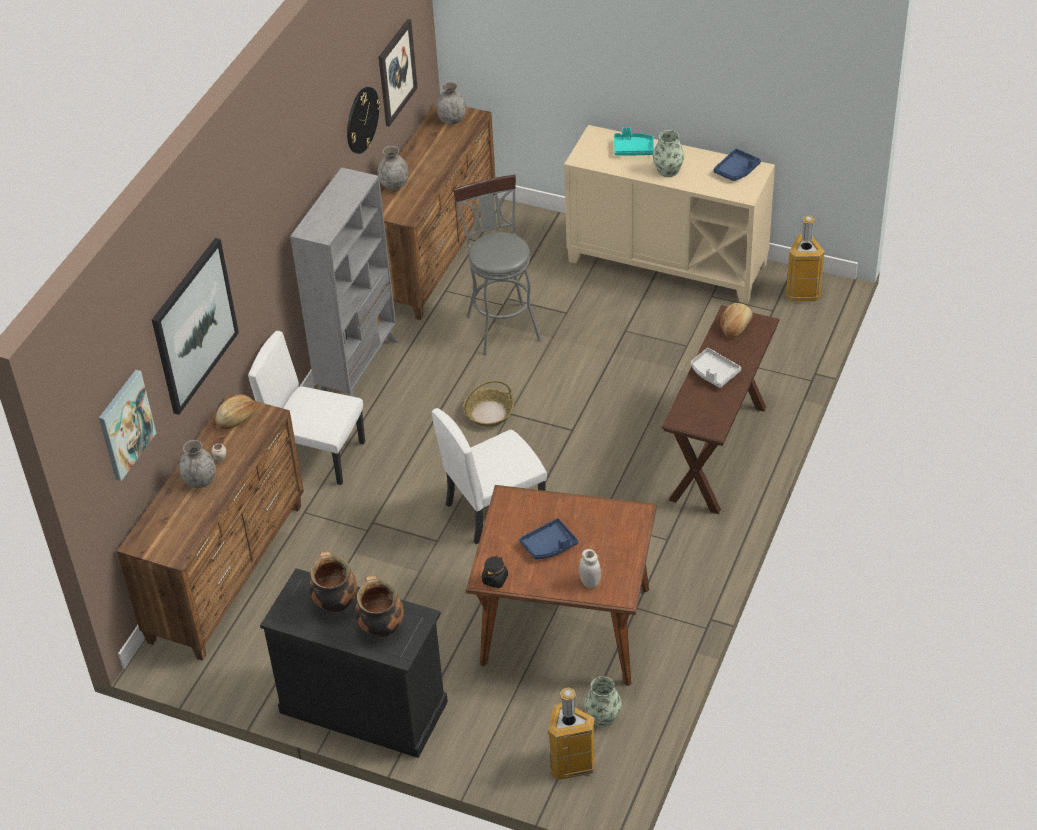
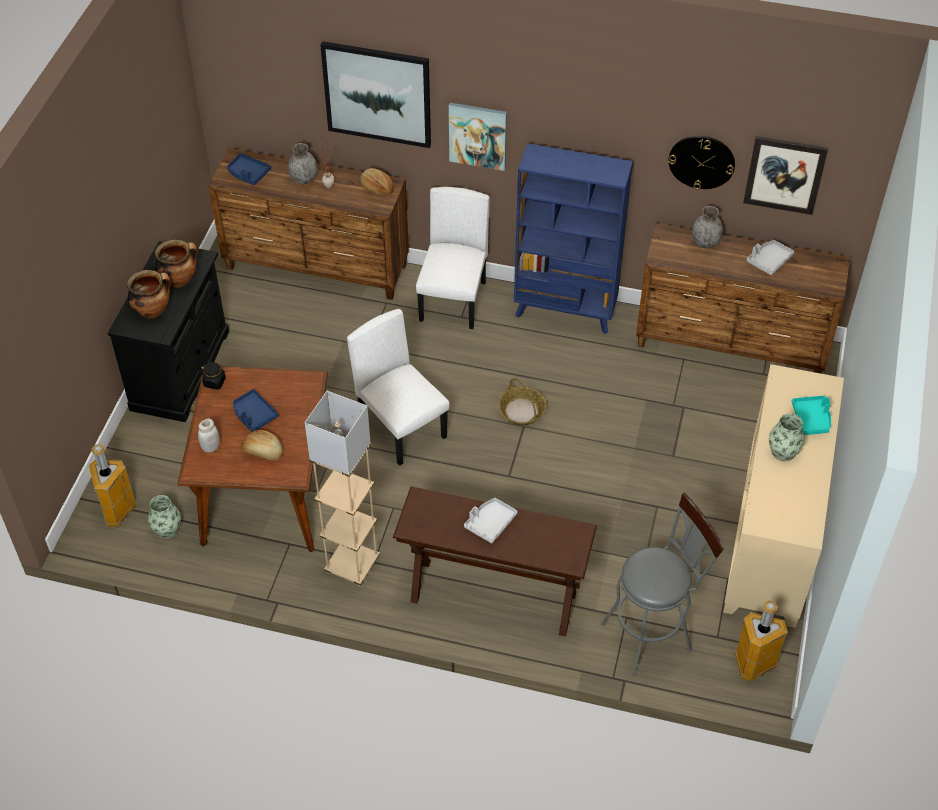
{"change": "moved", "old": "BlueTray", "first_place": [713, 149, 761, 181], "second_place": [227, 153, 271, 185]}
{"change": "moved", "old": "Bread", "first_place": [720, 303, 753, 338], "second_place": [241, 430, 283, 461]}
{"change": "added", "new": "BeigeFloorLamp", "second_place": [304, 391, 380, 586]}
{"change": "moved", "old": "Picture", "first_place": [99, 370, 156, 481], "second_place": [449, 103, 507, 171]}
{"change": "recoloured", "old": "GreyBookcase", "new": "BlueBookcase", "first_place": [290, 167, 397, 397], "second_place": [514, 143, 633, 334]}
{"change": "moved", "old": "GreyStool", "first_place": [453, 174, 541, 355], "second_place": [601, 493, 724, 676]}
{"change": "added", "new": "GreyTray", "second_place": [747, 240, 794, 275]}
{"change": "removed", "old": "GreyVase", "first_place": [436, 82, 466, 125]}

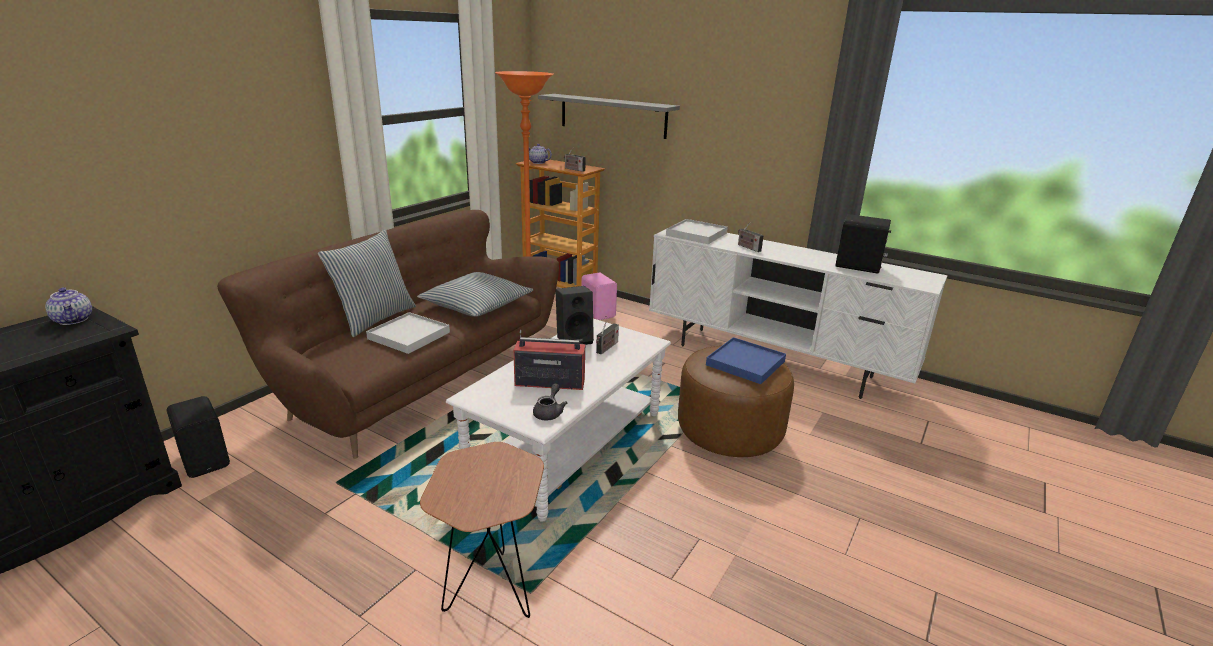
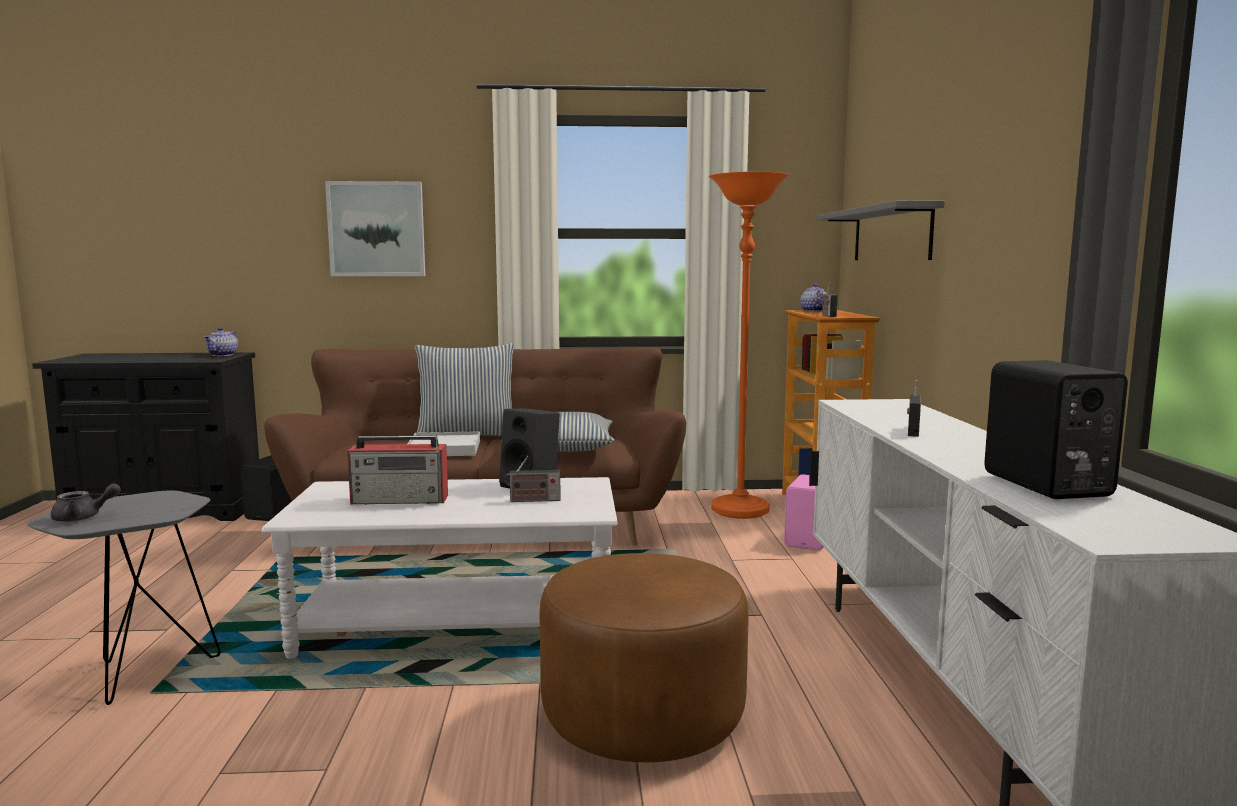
{"change": "recoloured", "old": "BrownSideTable", "new": "GreySideTable", "first_place": [420, 442, 544, 618], "second_place": [27, 490, 221, 705]}
{"change": "moved", "old": "GreyTeapot", "first_place": [533, 383, 567, 421], "second_place": [51, 483, 121, 522]}
{"change": "added", "new": "Picture", "second_place": [325, 181, 425, 276]}
{"change": "turned", "old": "Radio", "first_place": [513, 330, 585, 390], "second_place": [347, 435, 448, 505], "degrees": 120}
{"change": "removed", "old": "WhiteTray", "first_place": [666, 219, 728, 244]}
{"change": "removed", "old": "BlueTray", "first_place": [706, 337, 786, 384]}

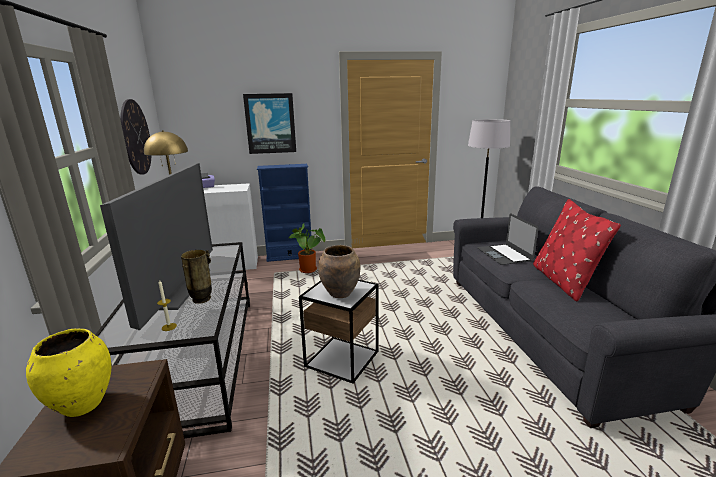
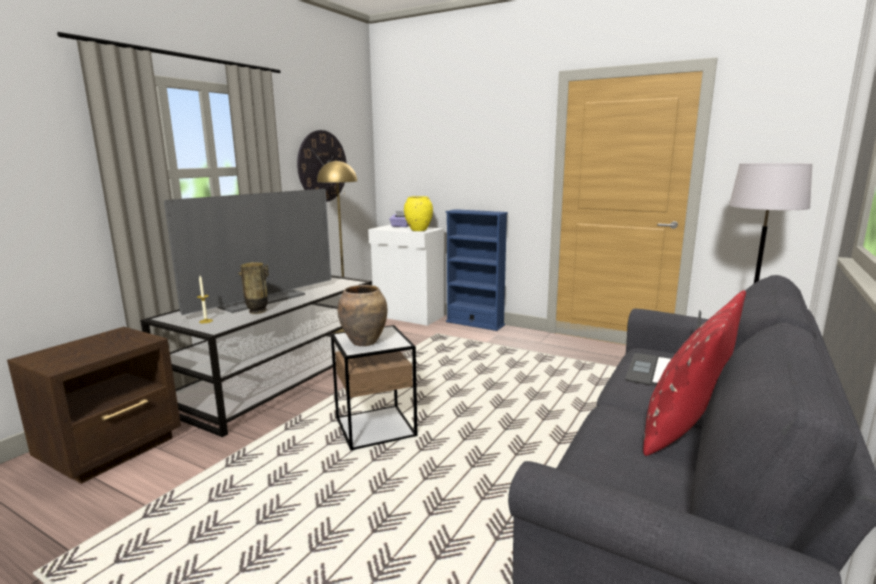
{"change": "moved", "old": "YellowVase", "first_place": [26, 328, 111, 417], "second_place": [404, 196, 433, 231]}
{"change": "removed", "old": "Picture", "first_place": [243, 93, 296, 154]}
{"change": "removed", "old": "PottedPlant", "first_place": [289, 224, 326, 273]}

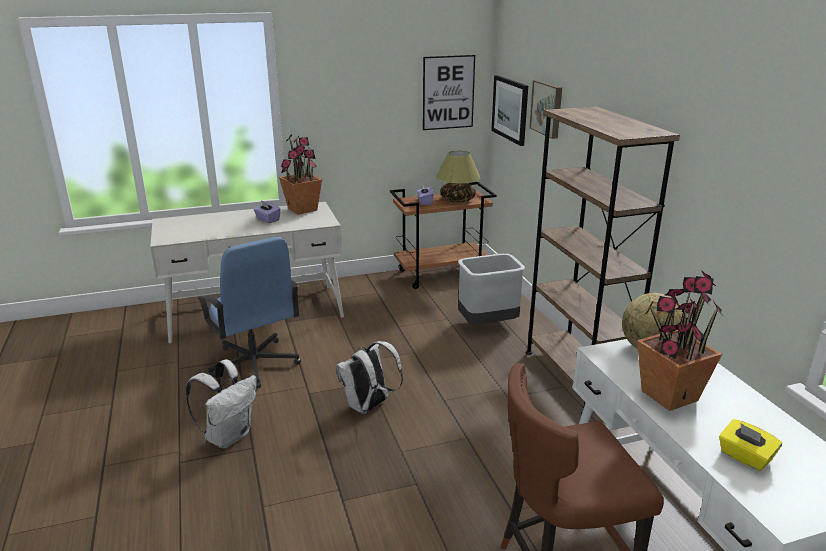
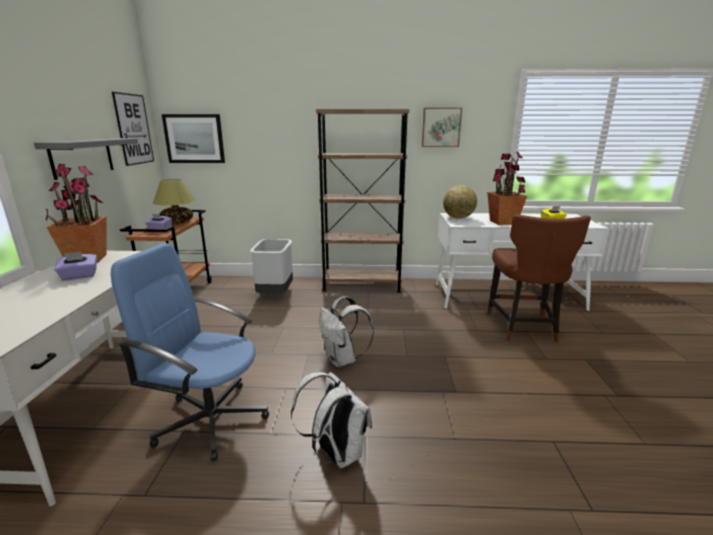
{"change": "added", "new": "GreyShelf", "second_place": [34, 138, 138, 180]}
{"change": "turned", "old": "BlueOfficeChair", "first_place": [198, 237, 301, 388], "second_place": [111, 243, 269, 461], "degrees": -150}
{"change": "moved", "old": "Picture", "first_place": [529, 80, 562, 139], "second_place": [422, 108, 462, 147]}

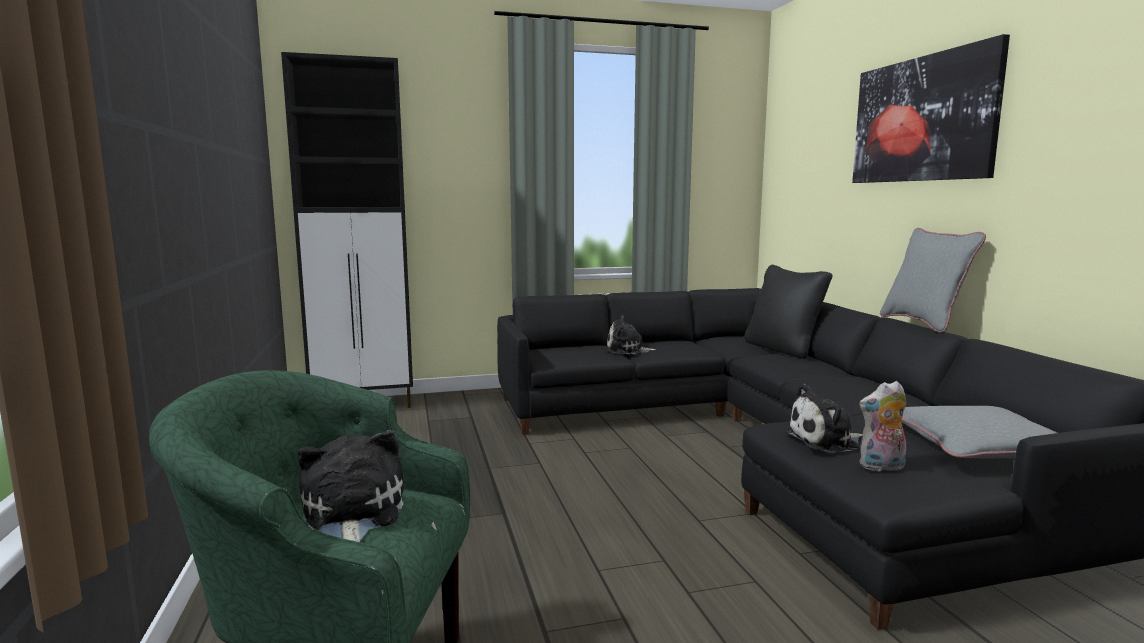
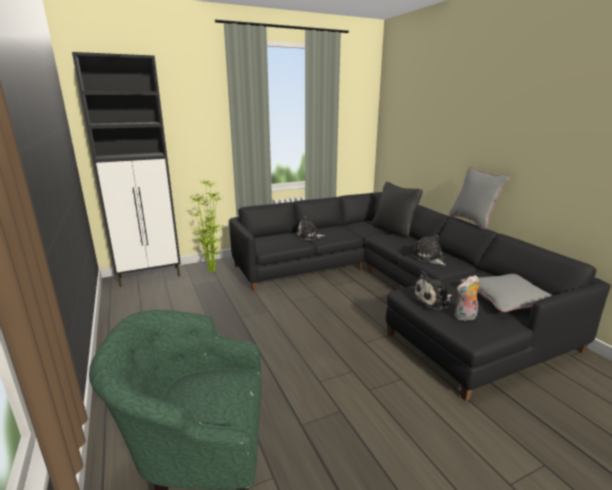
{"change": "added", "new": "PottedPlant", "second_place": [189, 179, 223, 273]}
{"change": "moved", "old": "PlushToy", "first_place": [297, 430, 404, 542], "second_place": [413, 235, 446, 266]}
{"change": "removed", "old": "Picture", "first_place": [852, 34, 1010, 183]}

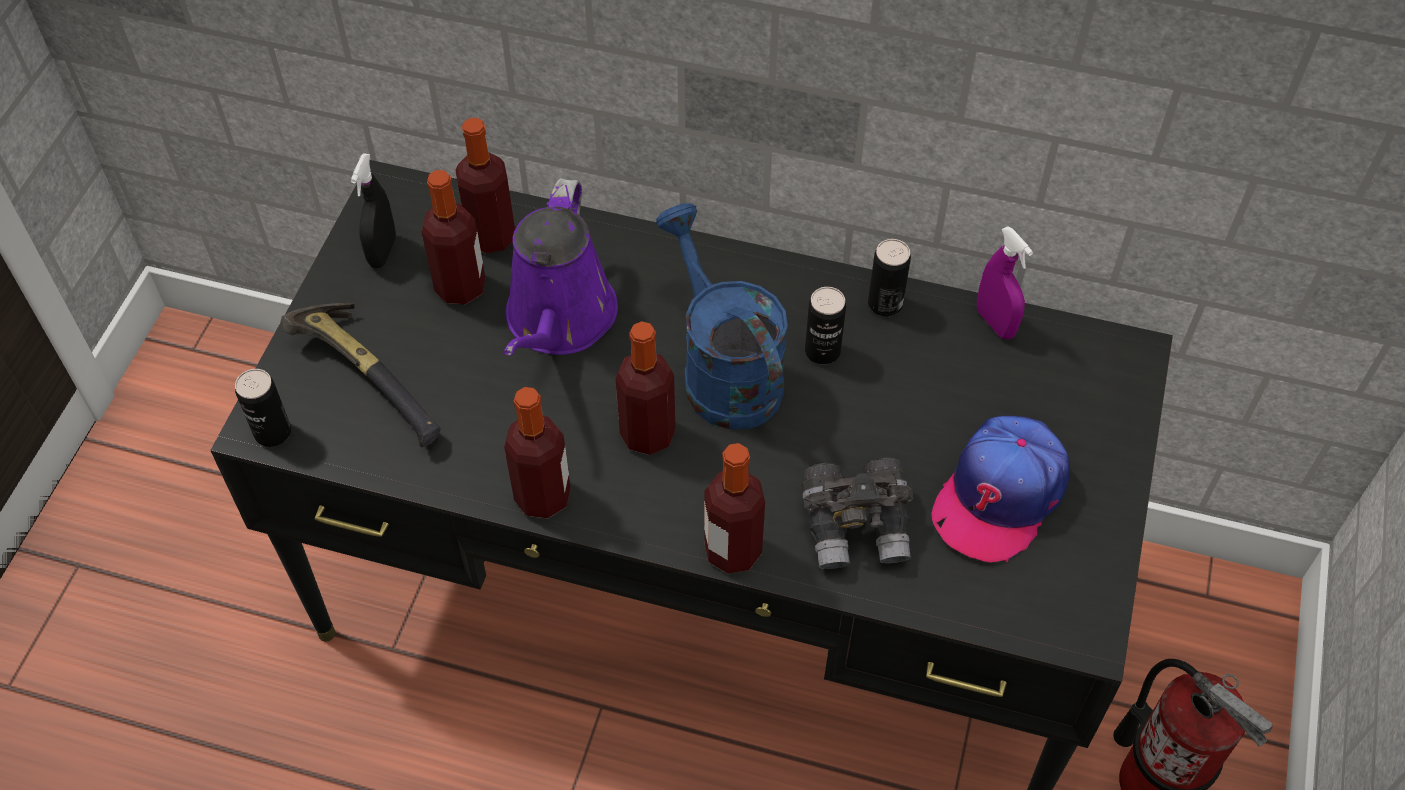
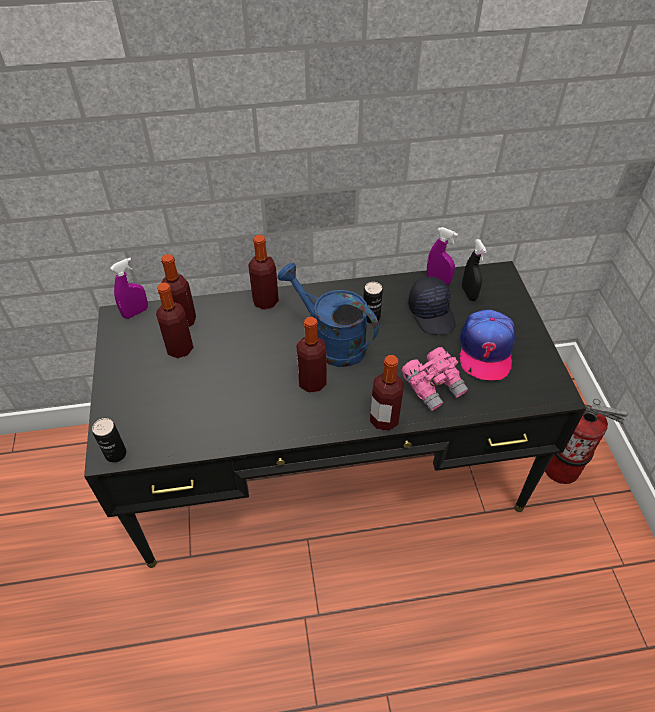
{"change": "added", "new": "PurpleSprayBottle", "second_place": [110, 258, 148, 319]}
{"change": "moved", "old": "Bottle", "first_place": [504, 387, 571, 518], "second_place": [248, 235, 279, 310]}
{"change": "recoloured", "old": "GreyBinoculars", "new": "PinkBinoculars", "first_place": [802, 457, 914, 569], "second_place": [401, 347, 468, 411]}
{"change": "added", "new": "BlackCap", "second_place": [408, 277, 456, 335]}
{"change": "moved", "old": "BlackSprayBottle", "first_place": [351, 153, 396, 268], "second_place": [462, 239, 487, 301]}
{"change": "removed", "old": "Hammer", "first_place": [280, 303, 441, 447]}
{"change": "removed", "old": "PurpleWateringCan", "first_place": [504, 178, 618, 356]}
{"change": "removed", "old": "Can", "first_place": [868, 239, 911, 316]}

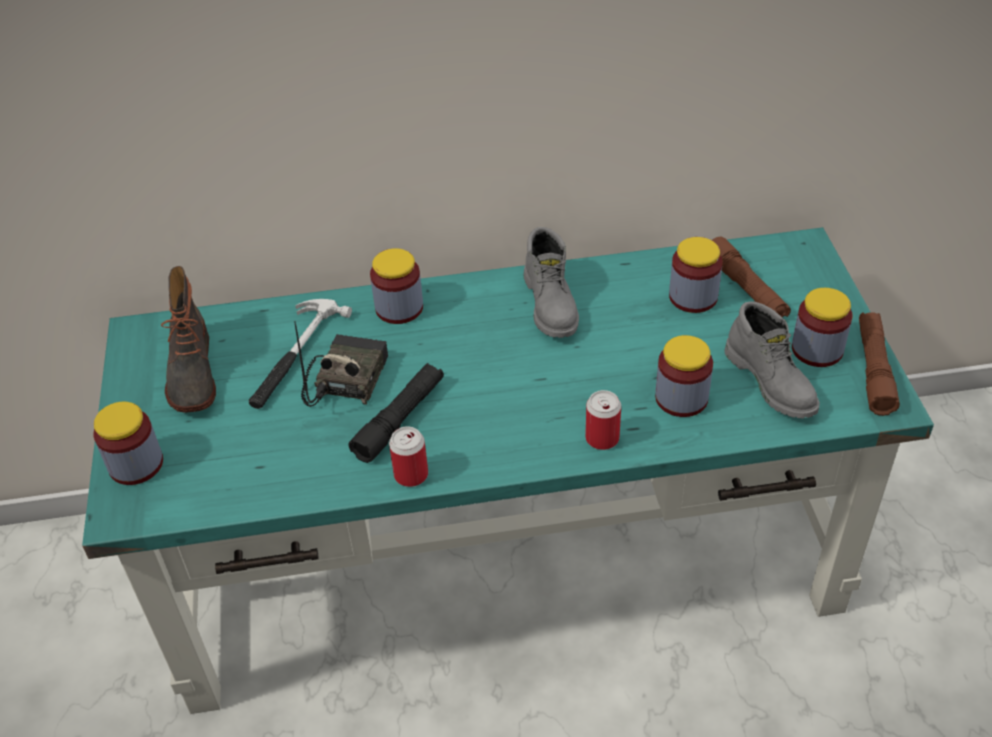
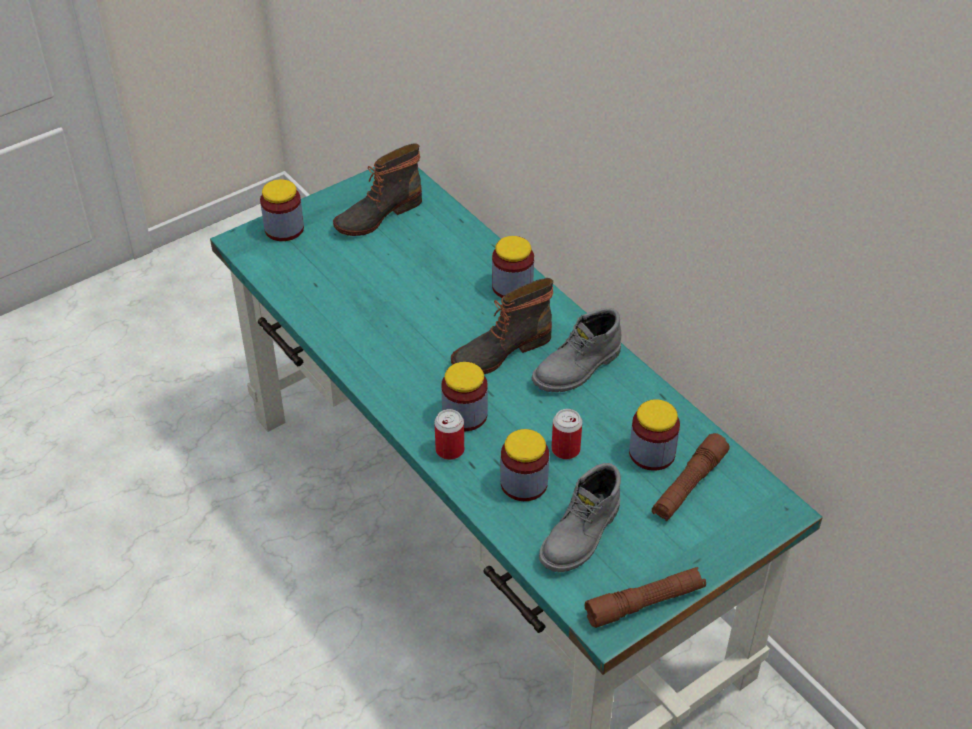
{"change": "moved", "old": "Jar", "first_place": [792, 288, 853, 367], "second_place": [441, 362, 488, 431]}
{"change": "added", "new": "Boot", "second_place": [451, 278, 554, 374]}
{"change": "moved", "old": "Can", "first_place": [389, 426, 428, 487], "second_place": [552, 409, 582, 459]}
{"change": "removed", "old": "Hammer", "first_place": [249, 299, 352, 409]}
{"change": "removed", "old": "Radio", "first_place": [294, 321, 388, 407]}
{"change": "removed", "old": "BlackFlashlight", "first_place": [349, 363, 444, 463]}

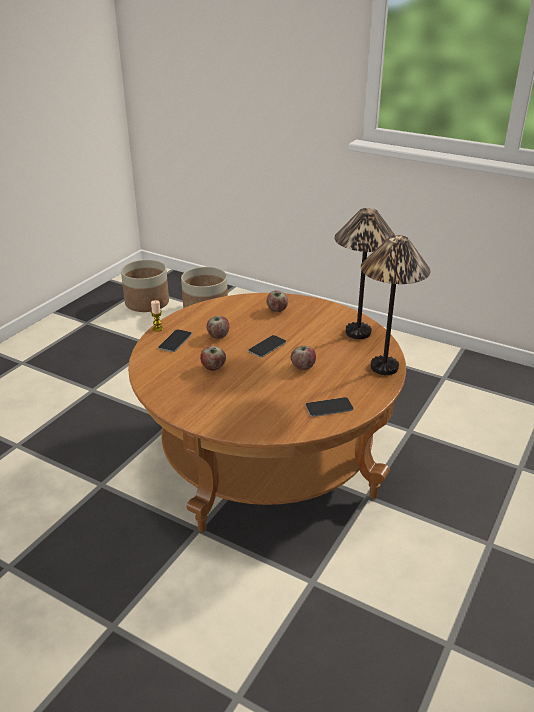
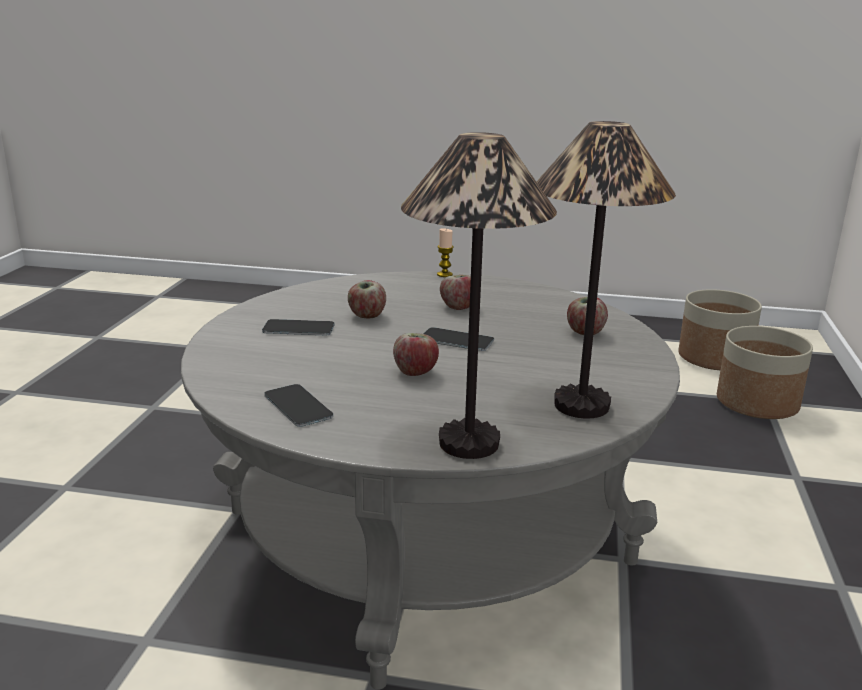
{"change": "recoloured", "old": "BrownCoffeeTable", "new": "GreyCoffeeTable", "first_place": [128, 293, 406, 532], "second_place": [181, 271, 680, 690]}
{"change": "moved", "old": "Phone", "first_place": [159, 329, 192, 352], "second_place": [262, 319, 335, 335]}

